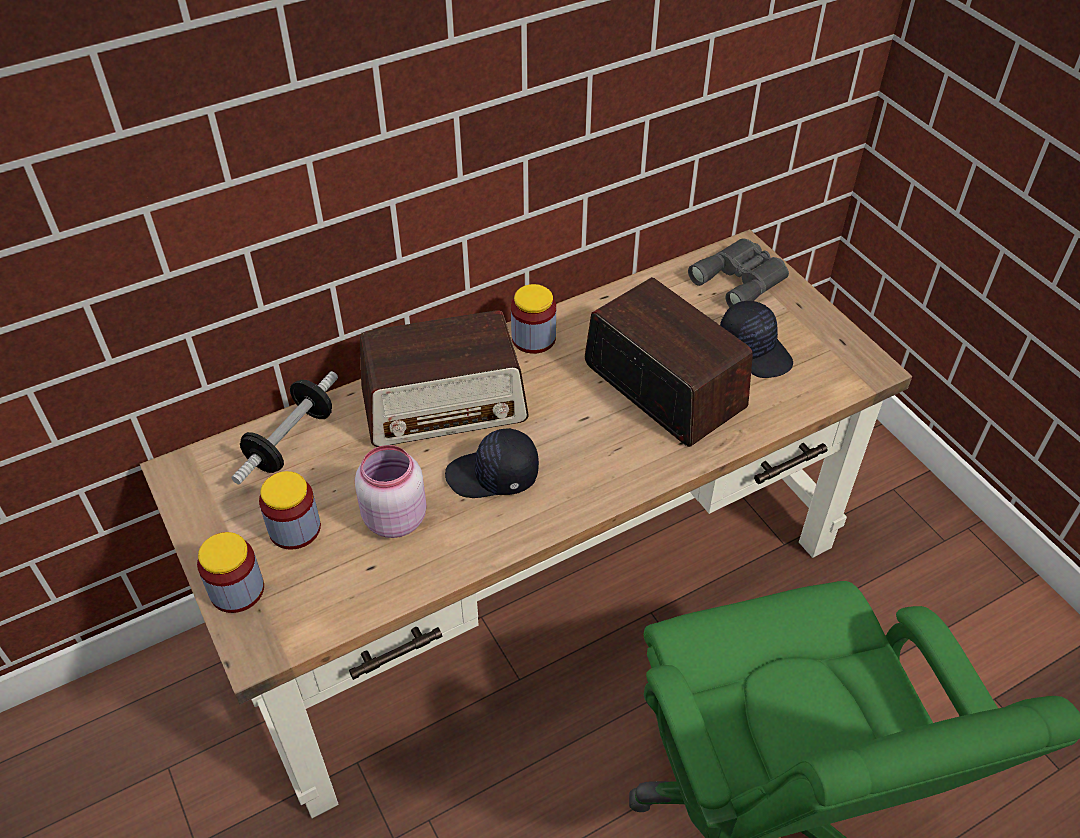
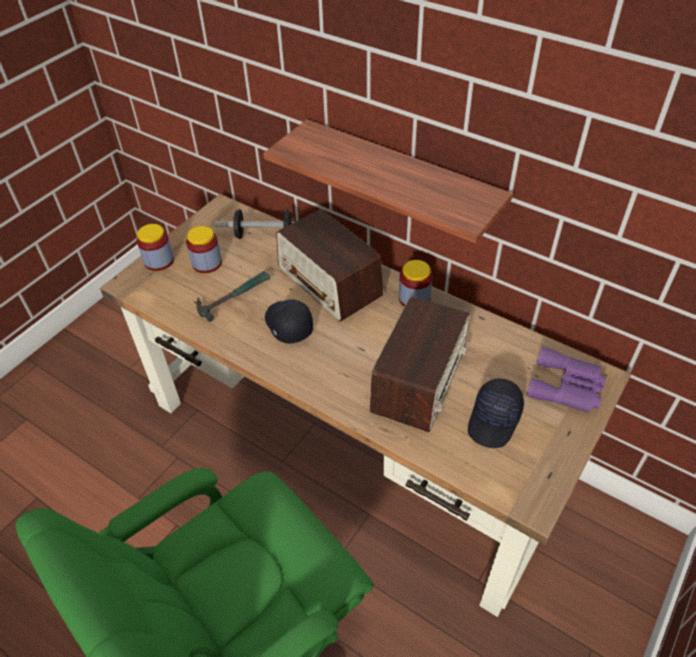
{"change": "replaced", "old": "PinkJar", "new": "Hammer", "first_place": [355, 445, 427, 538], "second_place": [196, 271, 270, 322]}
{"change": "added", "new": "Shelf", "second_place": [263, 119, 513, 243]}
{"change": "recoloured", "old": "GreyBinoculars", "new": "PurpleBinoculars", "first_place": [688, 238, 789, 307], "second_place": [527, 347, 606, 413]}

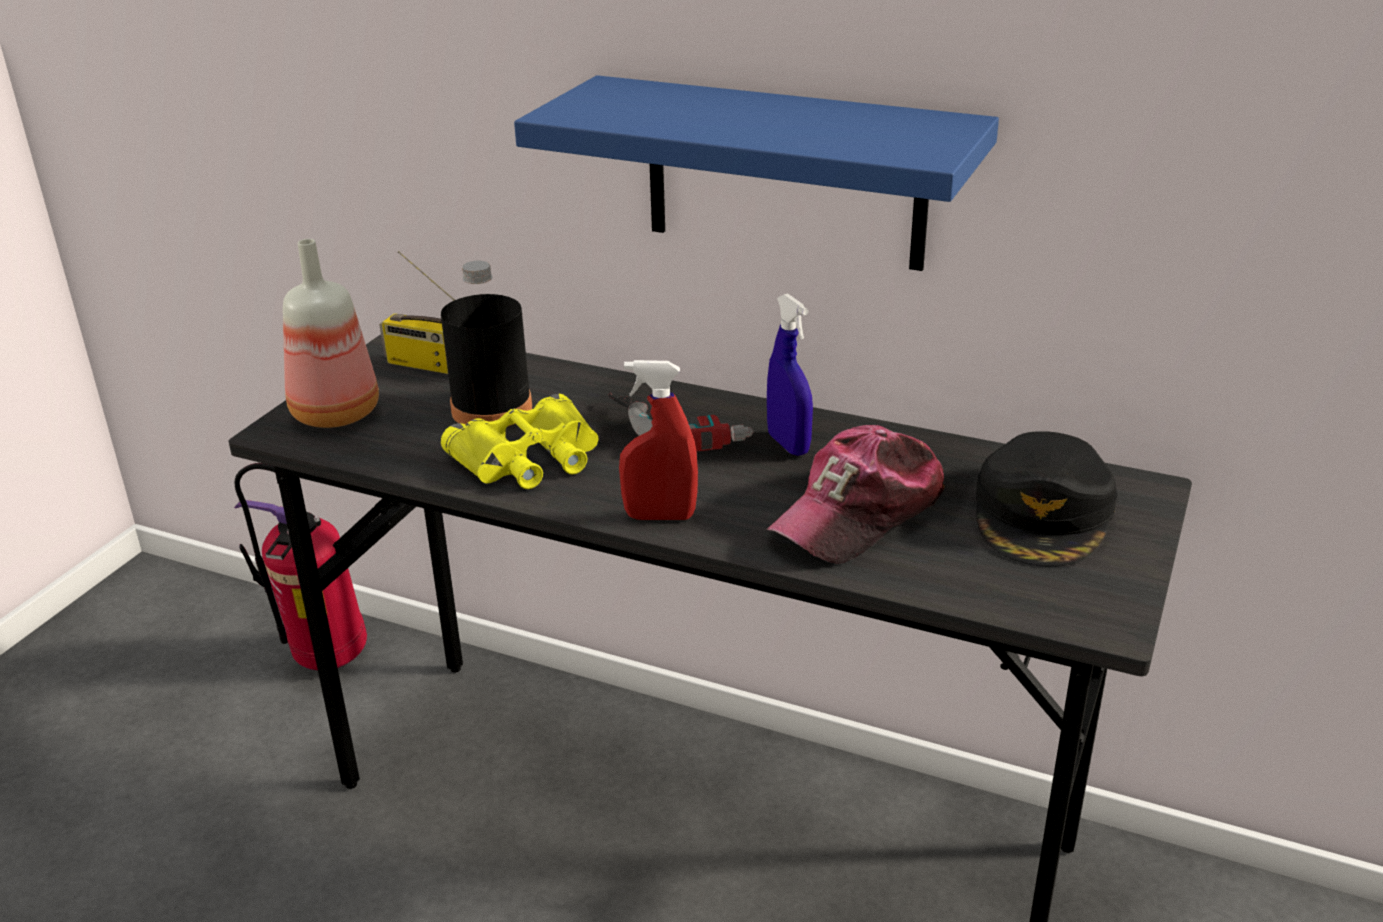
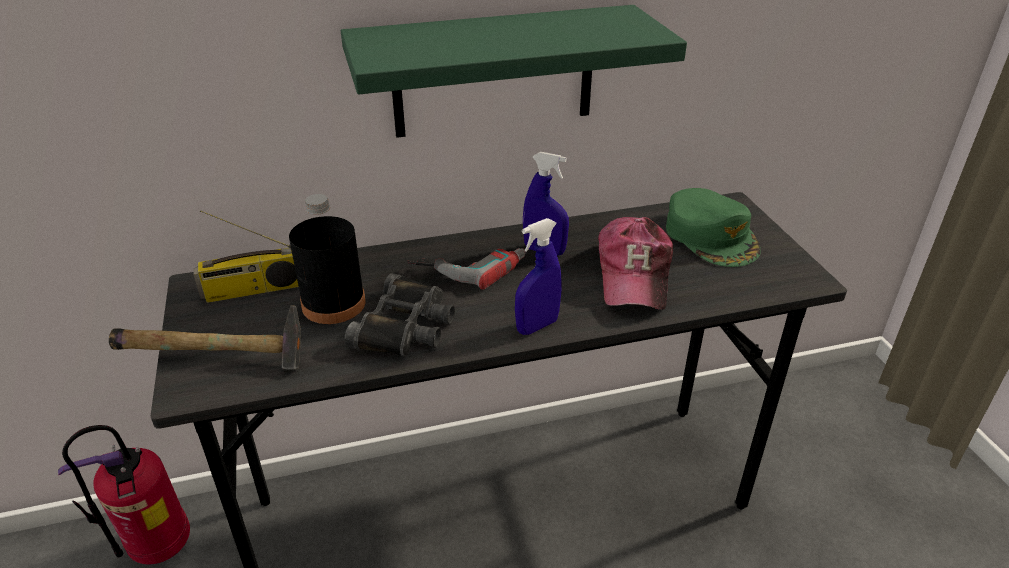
{"change": "replaced", "old": "Bottle", "new": "Hammer", "first_place": [283, 239, 379, 428], "second_place": [109, 305, 301, 370]}
{"change": "recoloured", "old": "BlueShelf", "new": "GreenShelf", "first_place": [514, 75, 999, 271], "second_place": [341, 5, 687, 138]}
{"change": "recoloured", "old": "YellowBinoculars", "new": "BlackBinoculars", "first_place": [441, 394, 598, 489], "second_place": [345, 273, 455, 356]}
{"change": "recoloured", "old": "RedSprayBottle", "new": "BlueSprayBottle", "first_place": [619, 360, 698, 520], "second_place": [515, 218, 562, 335]}
{"change": "recoloured", "old": "BlackCap", "new": "GreenCap", "first_place": [976, 431, 1118, 567], "second_place": [666, 188, 761, 267]}

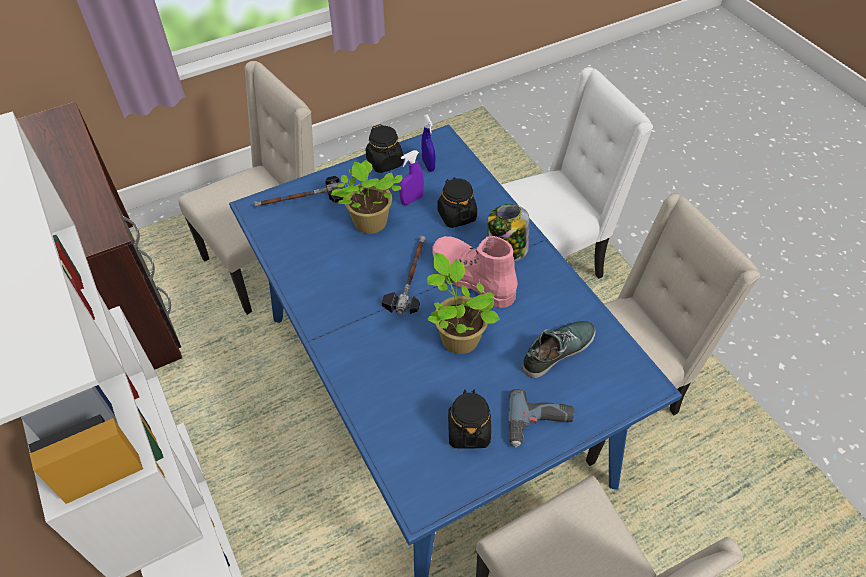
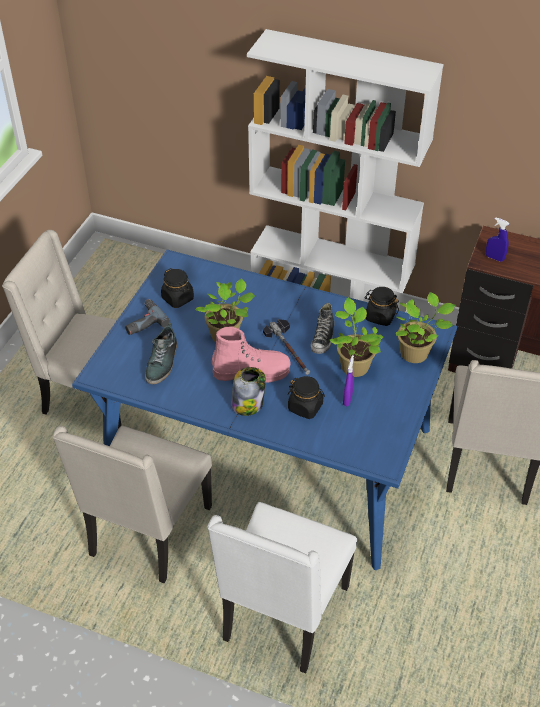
{"change": "added", "new": "Shoe", "second_place": [311, 303, 335, 354]}
{"change": "moved", "old": "BlackJar", "first_place": [366, 124, 404, 173], "second_place": [364, 287, 399, 326]}
{"change": "replaced", "old": "Hammer", "new": "PottedPlant", "first_place": [254, 176, 346, 208], "second_place": [396, 292, 455, 363]}
{"change": "moved", "old": "BlueSprayBottle", "first_place": [422, 115, 435, 172], "second_place": [486, 217, 509, 262]}

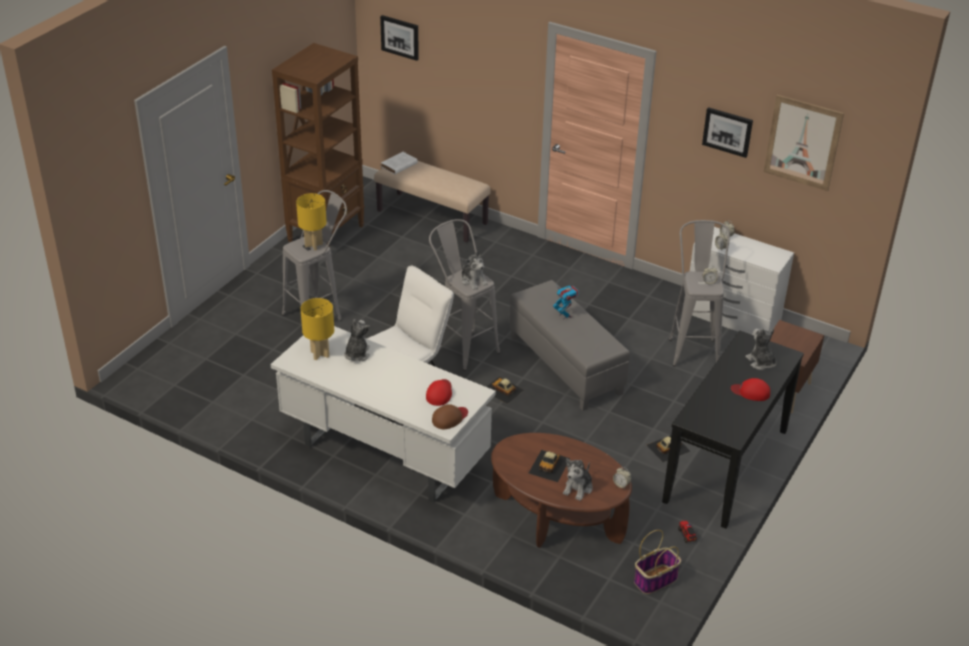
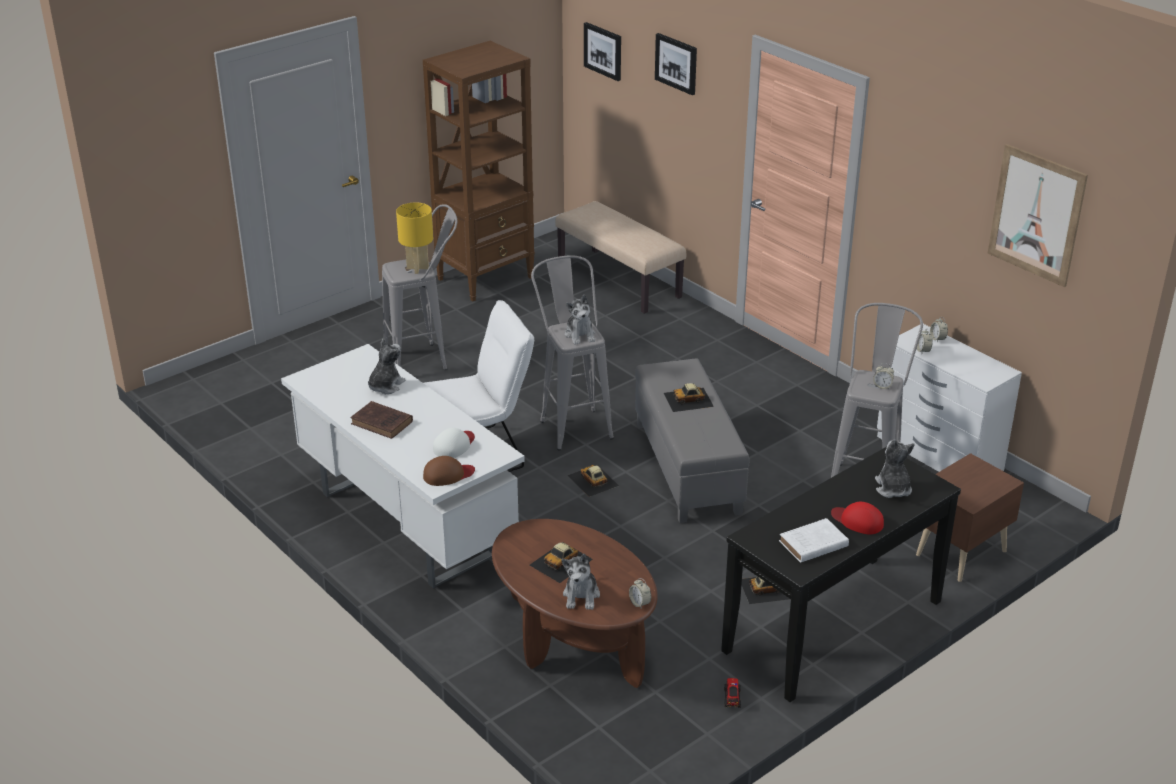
{"change": "added", "new": "BrownBook", "second_place": [351, 401, 413, 439]}
{"change": "recoloured", "old": "RedCap", "new": "WhiteCap", "first_place": [426, 379, 452, 406], "second_place": [433, 428, 475, 458]}
{"change": "turned", "old": "PlushToy", "first_place": [563, 458, 593, 501], "second_place": [562, 554, 600, 610], "degrees": -45}
{"change": "moved", "old": "Picture", "first_place": [702, 107, 753, 158], "second_place": [655, 33, 697, 95]}
{"change": "replaced", "old": "ToyRobot", "new": "ToyCar", "first_place": [553, 286, 579, 319], "second_place": [664, 383, 714, 412]}
{"change": "moved", "old": "WhiteBook", "first_place": [381, 152, 418, 174], "second_place": [779, 518, 849, 563]}
{"change": "removed", "old": "YellowTableLamp", "first_place": [301, 298, 334, 360]}
{"change": "removed", "old": "Basket", "first_place": [634, 530, 681, 594]}

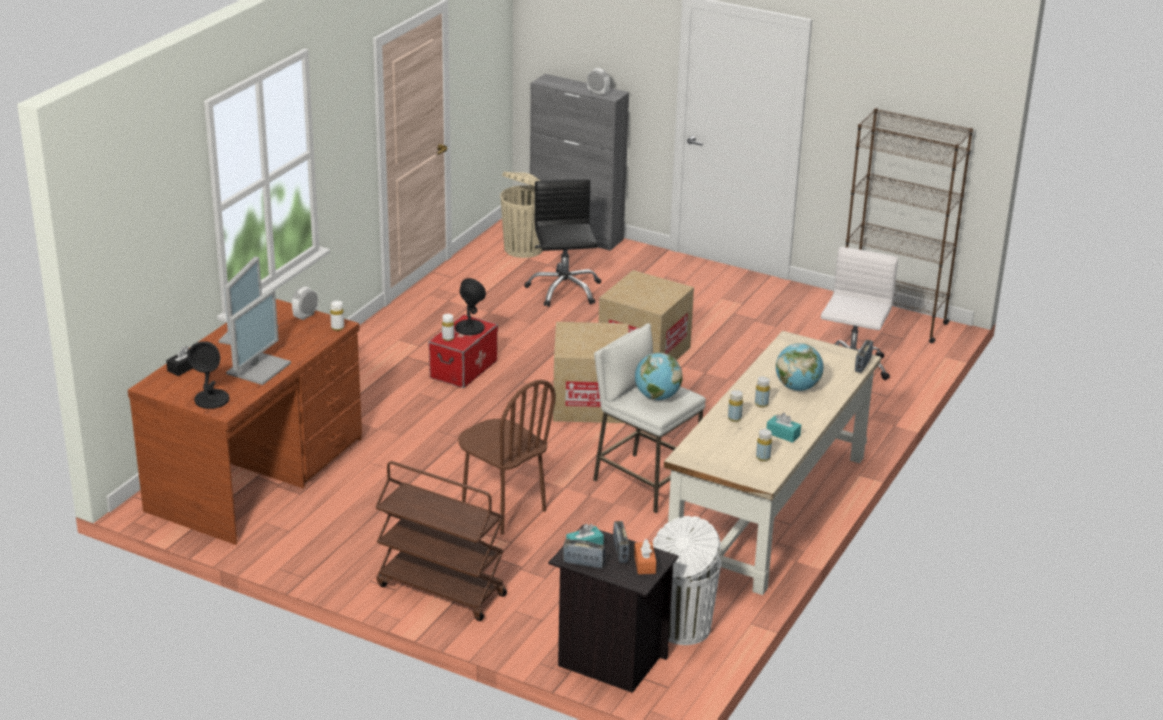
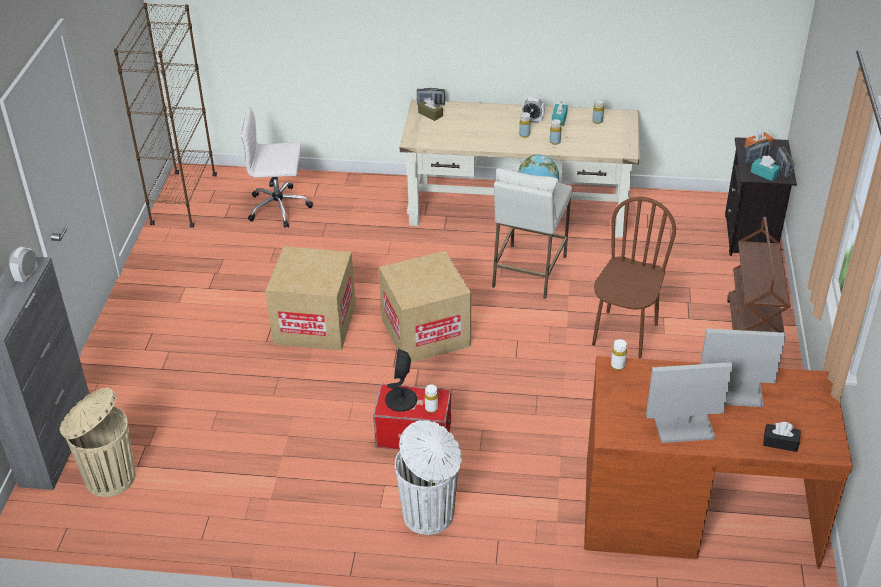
{"change": "moved", "old": "WhiteTrashCan", "first_place": [652, 516, 721, 645], "second_place": [395, 420, 462, 535]}
{"change": "added", "new": "BrownTissueBox", "second_place": [418, 97, 443, 121]}
{"change": "moved", "old": "AlarmClock", "first_place": [292, 287, 318, 320], "second_place": [521, 97, 545, 123]}
{"change": "removed", "old": "BlackTableLamp", "first_place": [187, 341, 229, 409]}
{"change": "removed", "old": "BlackOfficeChair", "first_place": [524, 179, 601, 307]}
{"change": "removed", "old": "Globe", "first_place": [776, 343, 823, 391]}

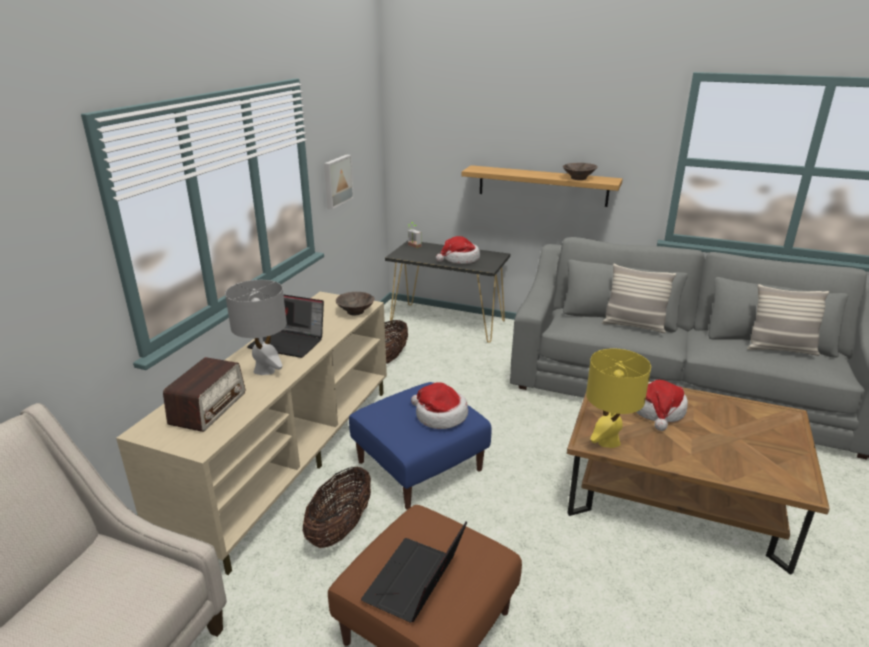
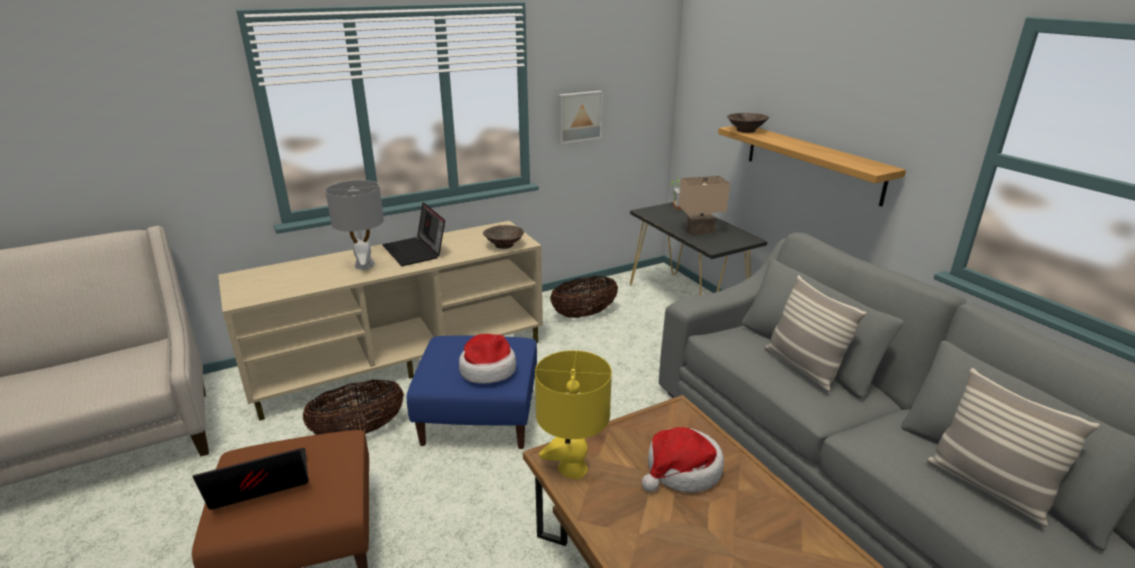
{"change": "replaced", "old": "Hat", "new": "BeigeTableLamp", "first_place": [436, 236, 480, 264], "second_place": [679, 176, 730, 235]}
{"change": "moved", "old": "BrownBowl", "first_place": [563, 163, 598, 180], "second_place": [727, 113, 769, 133]}
{"change": "removed", "old": "Radio", "first_place": [163, 357, 245, 432]}

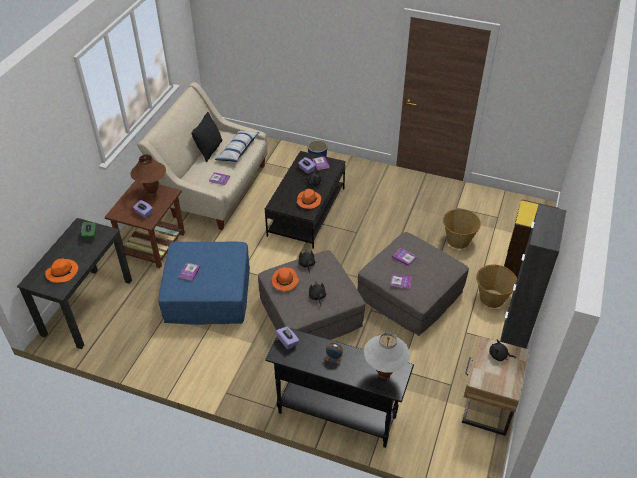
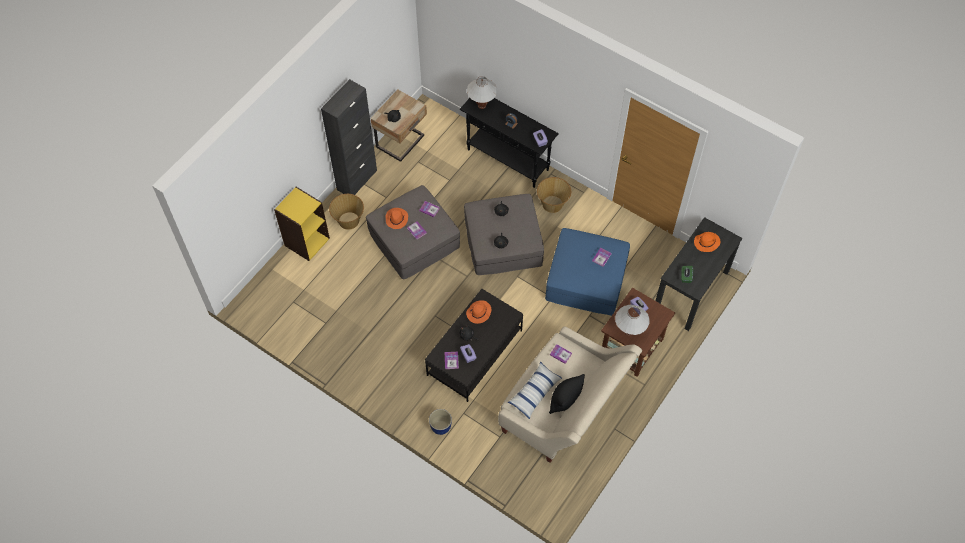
{"change": "moved", "old": "OrangeHat", "first_place": [272, 267, 299, 291], "second_place": [386, 208, 408, 229]}
{"change": "moved", "old": "Basket", "first_place": [443, 209, 481, 249], "second_place": [537, 177, 571, 213]}
{"change": "recoloured", "old": "BrownTableLamp", "new": "WhiteTableLamp", "first_place": [131, 154, 166, 196], "second_place": [615, 305, 649, 336]}

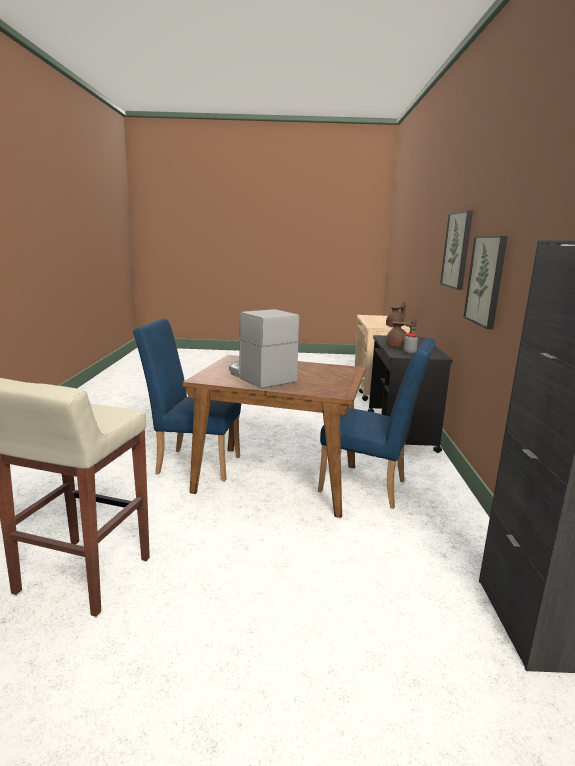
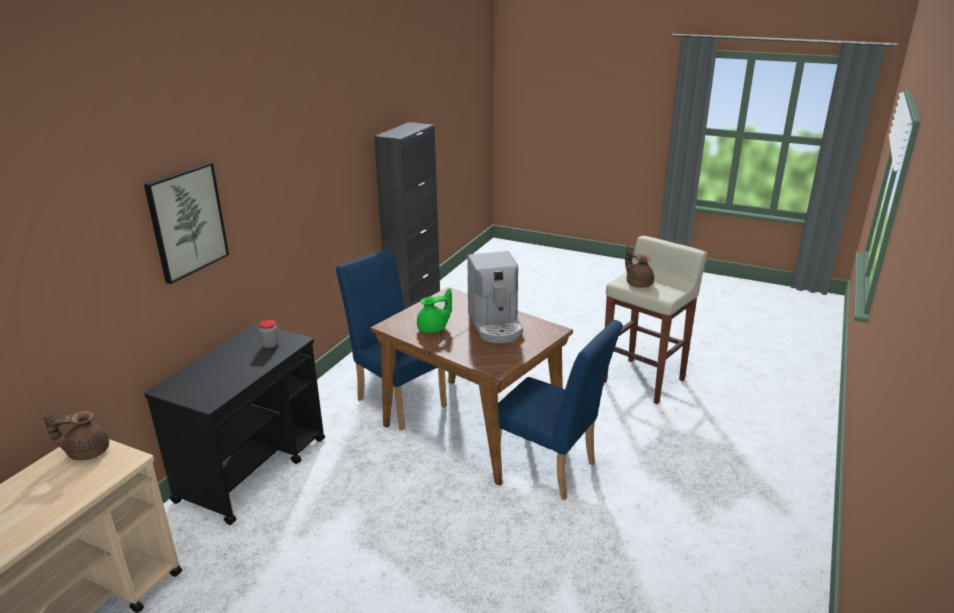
{"change": "added", "new": "GreenTeapot", "second_place": [417, 288, 452, 333]}
{"change": "moved", "old": "BrownTeapot", "first_place": [386, 318, 417, 348], "second_place": [625, 245, 654, 288]}
{"change": "removed", "old": "Picture", "first_place": [463, 236, 508, 329]}

